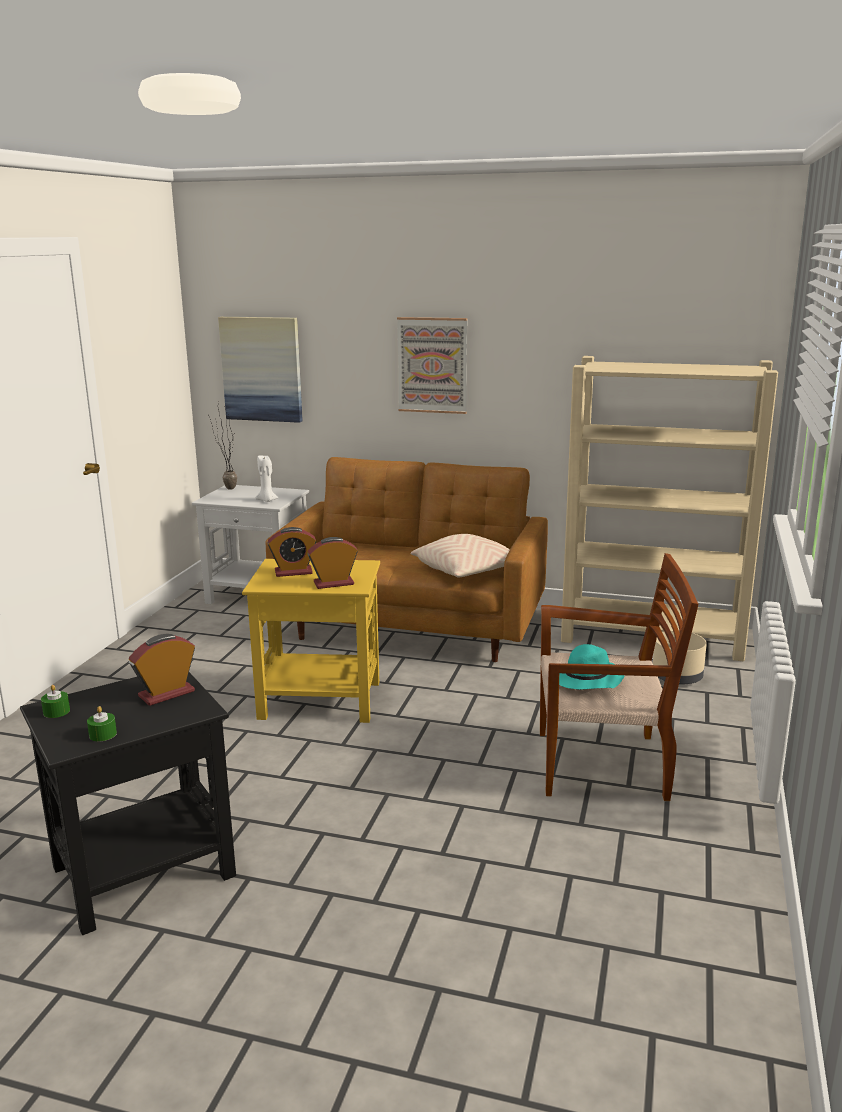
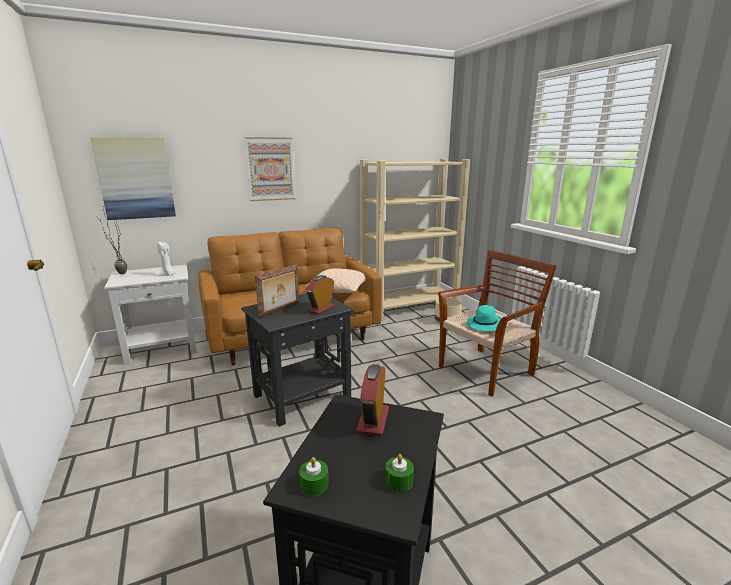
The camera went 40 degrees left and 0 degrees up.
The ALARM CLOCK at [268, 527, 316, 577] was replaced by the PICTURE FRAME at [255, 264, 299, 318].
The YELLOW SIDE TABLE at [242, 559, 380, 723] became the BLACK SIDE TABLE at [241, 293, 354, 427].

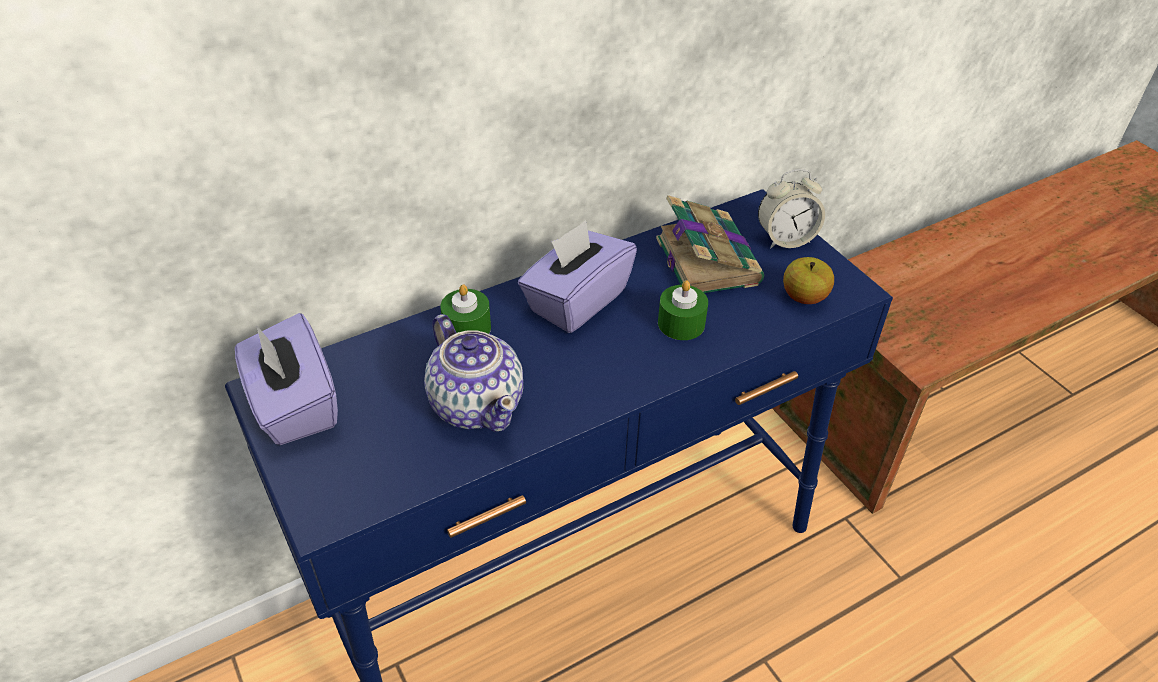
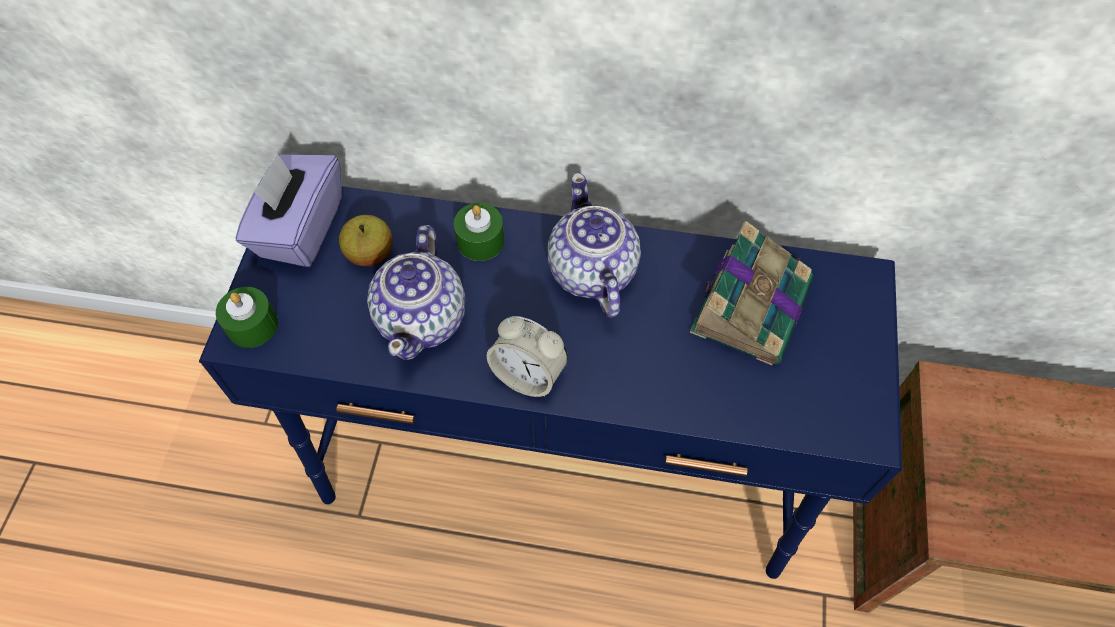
The camera went 40 degrees right and 15 degrees up.
The ALARM CLOCK moved from [758, 169, 825, 249] to [487, 316, 568, 397].
The PURPLE TISSUE BOX at [518, 220, 637, 333] was replaced by the TEAPOT at [547, 173, 641, 318].
The APPLE moved from [783, 257, 834, 304] to [339, 215, 393, 266].
The GREEN CANDLE moved from [658, 280, 708, 340] to [216, 287, 278, 348].

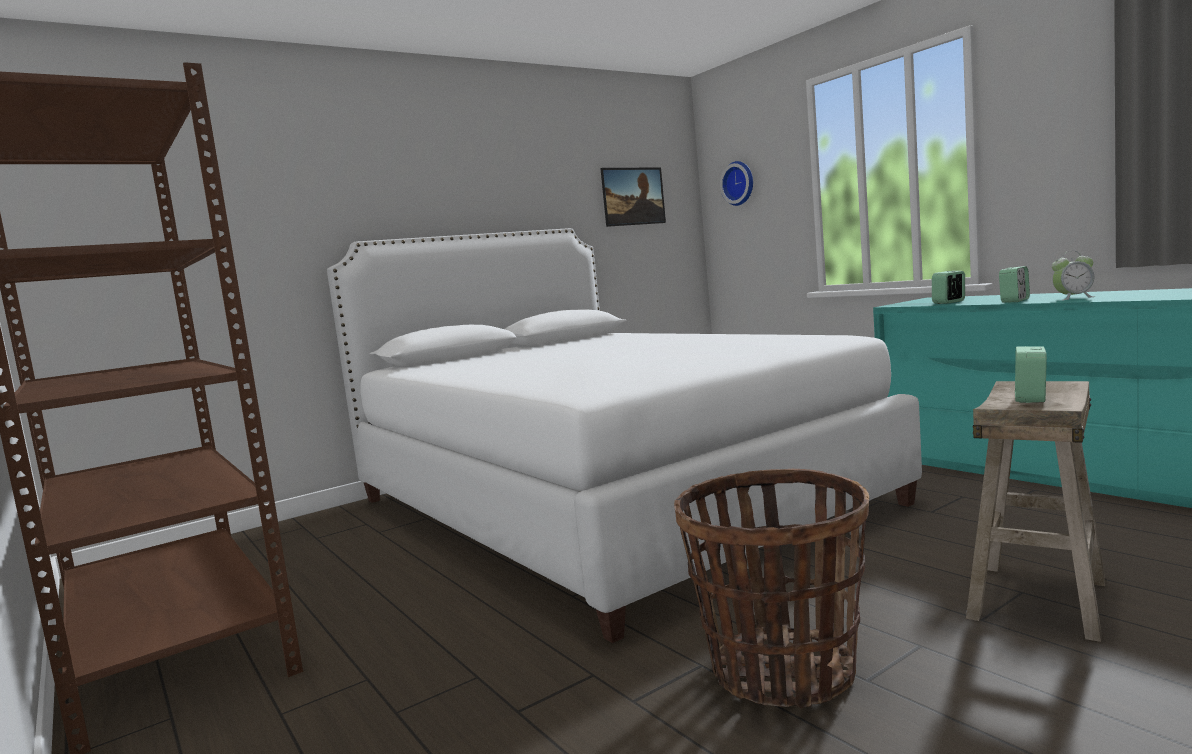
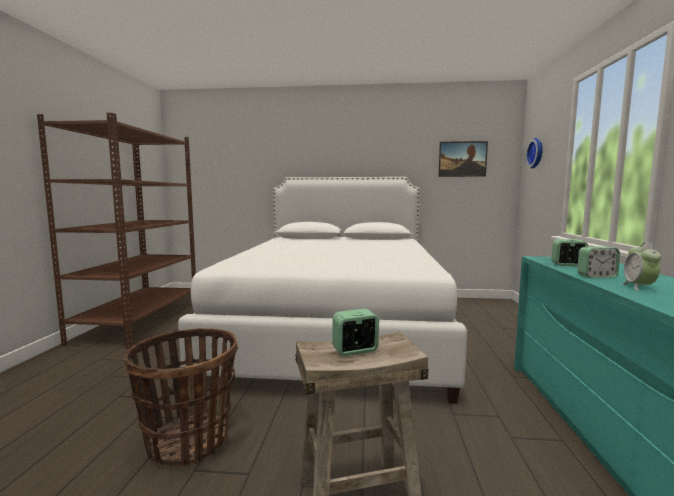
The camera went 40 degrees right and 0 degrees up.
The ALARM CLOCK at [1052, 251, 1095, 300] turned 60 degrees clockwise.

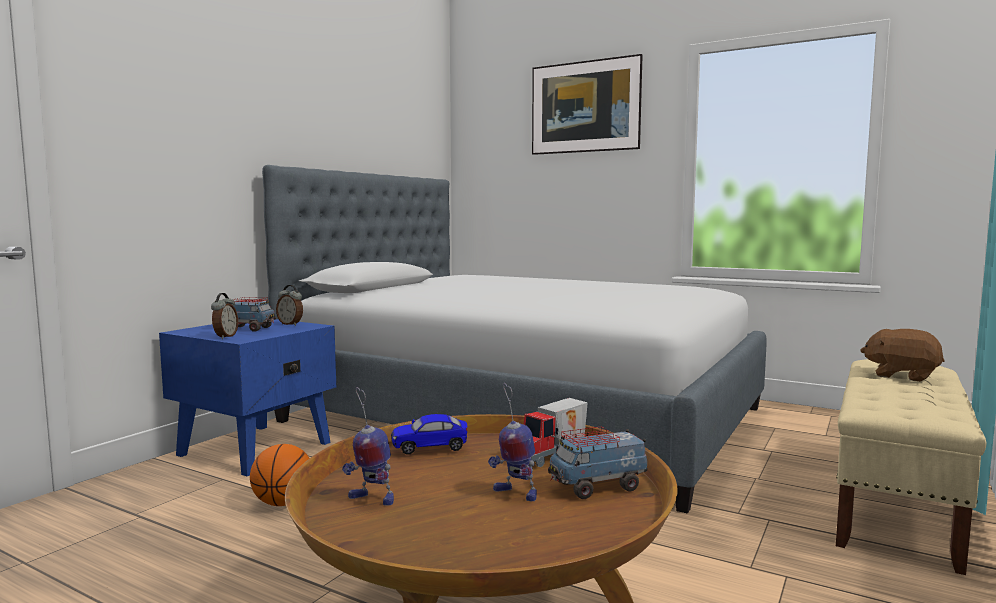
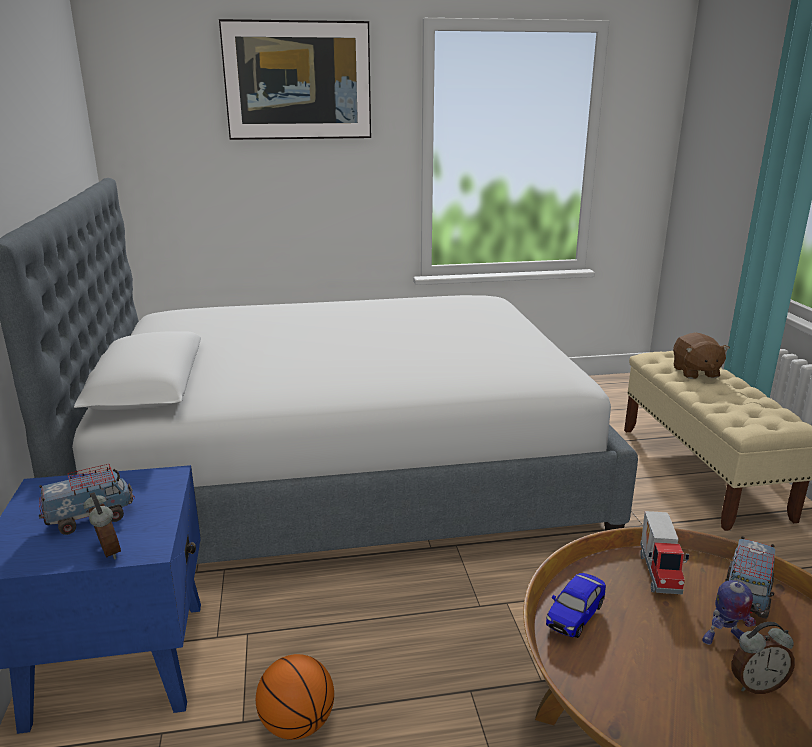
The camera went 40 degrees left and 15 degrees up.
The ALARM CLOCK moved from [276, 285, 303, 326] to [731, 622, 795, 694].
The BROWN PLUSH TOY at [860, 329, 944, 382] turned 90 degrees counterclockwise.
The TOY ROBOT at [342, 387, 394, 506] disappeared.

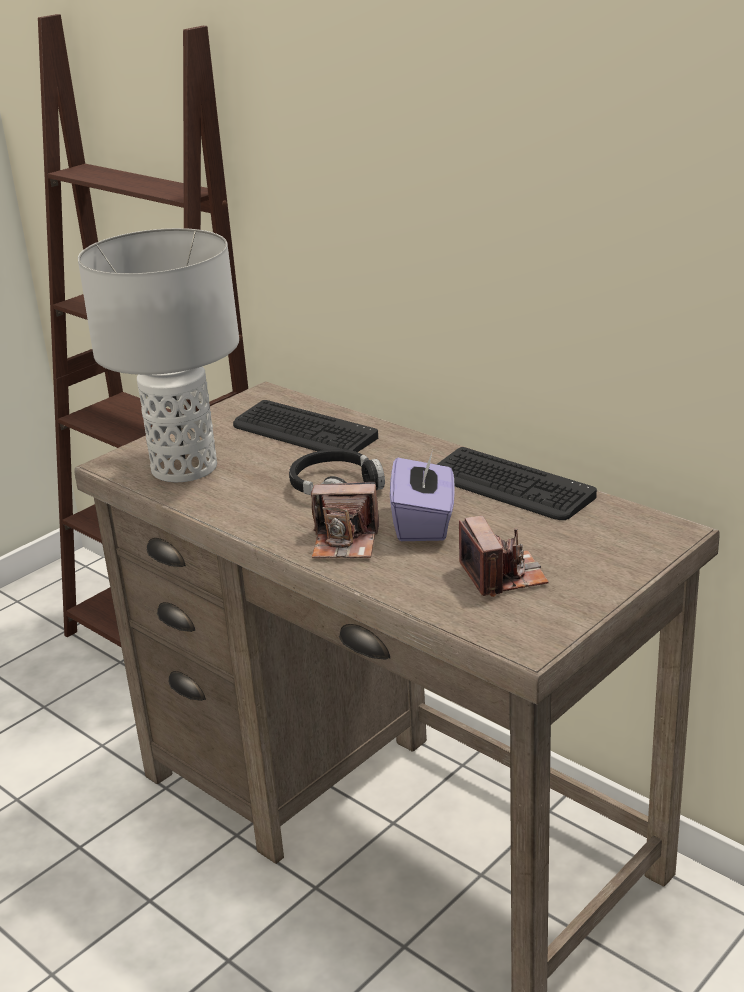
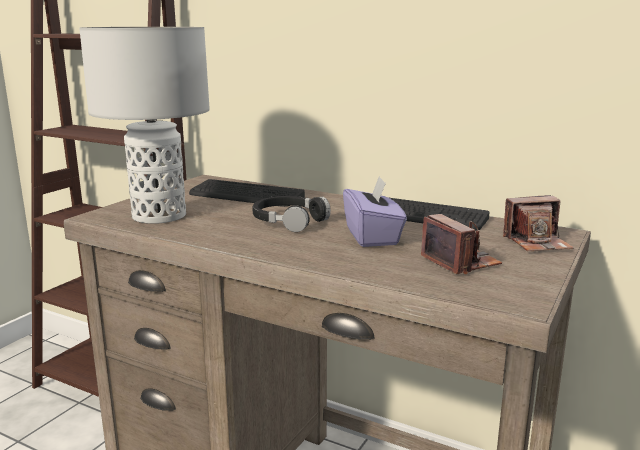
The camera went 15 degrees left and 10 degrees down.
The PHOTO CAMERA moved from [311, 482, 379, 558] to [503, 195, 574, 251].

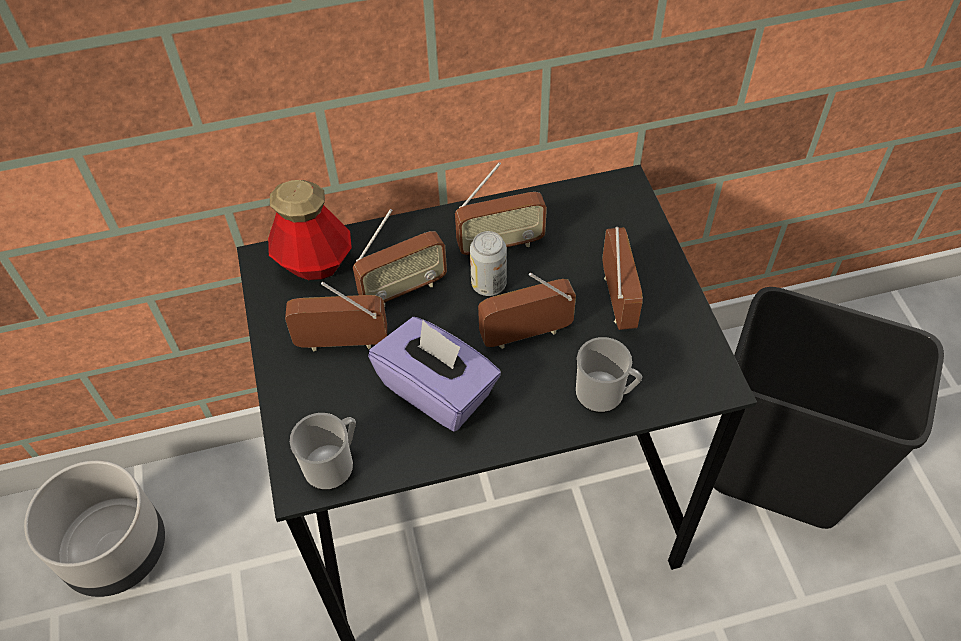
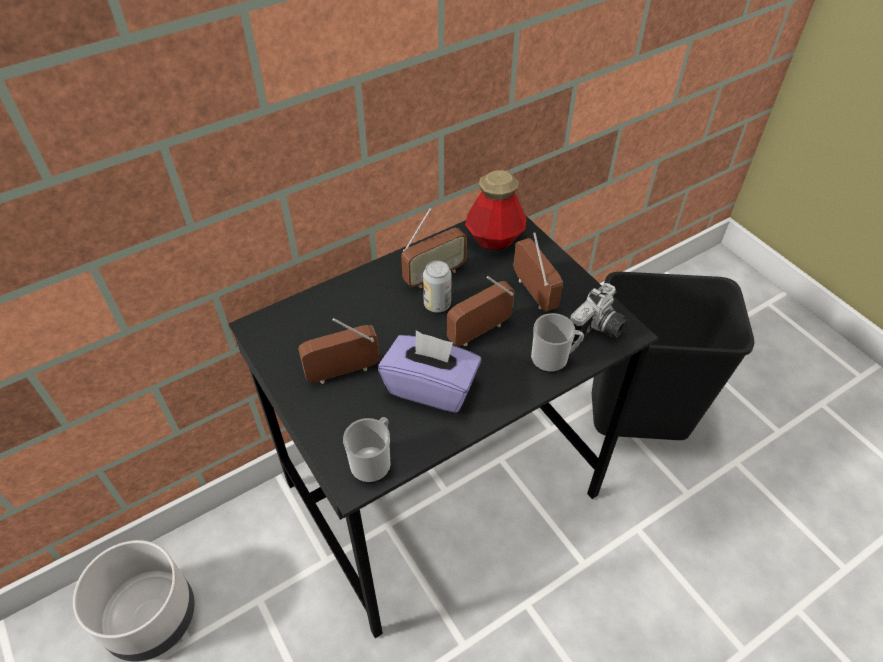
The camera went 20 degrees left and 5 degrees down.
The BOTTLE moved from [268, 180, 352, 280] to [465, 170, 527, 250].
The RADIO at [353, 209, 447, 307] disappeared.
The PHOTO CAMERA at [570, 283, 628, 343] appeared.

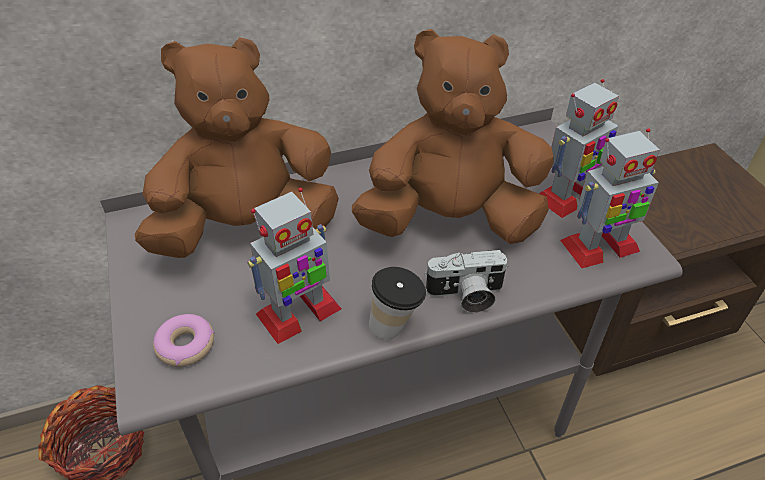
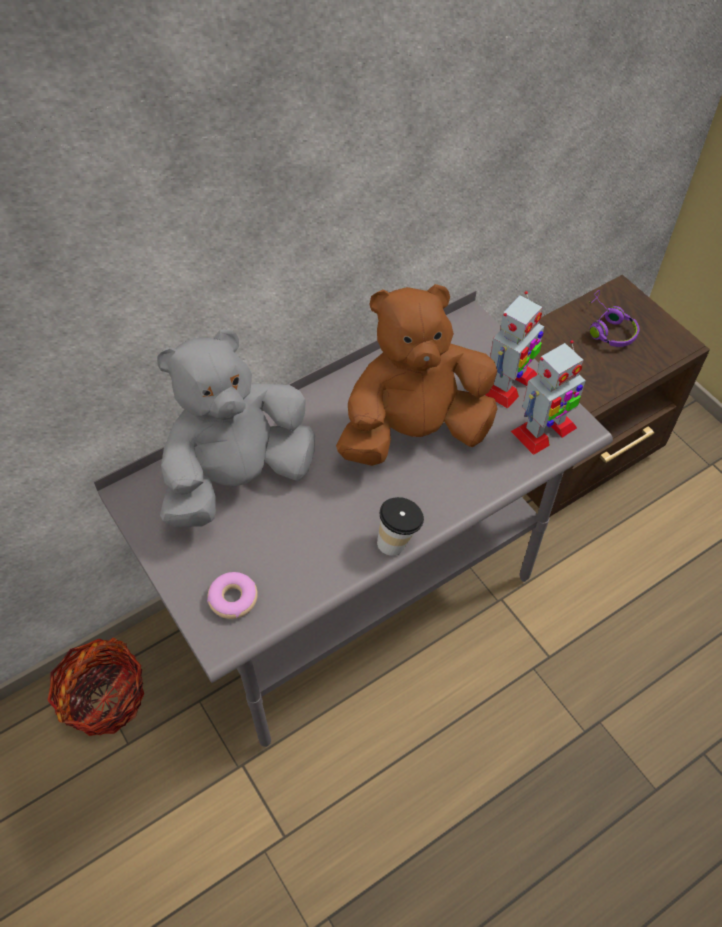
The camera went 15 degrees left and 10 degrees up.
The BROWN PLUSH TOY at [135, 37, 339, 258] became the GREY PLUSH TOY at [157, 329, 315, 527].
The TOY ROBOT at [248, 188, 342, 344] disappeared.
The PHOTO CAMERA at [424, 250, 508, 313] disappeared.
The PURPLE HEADPHONES at [589, 290, 639, 347] appeared.

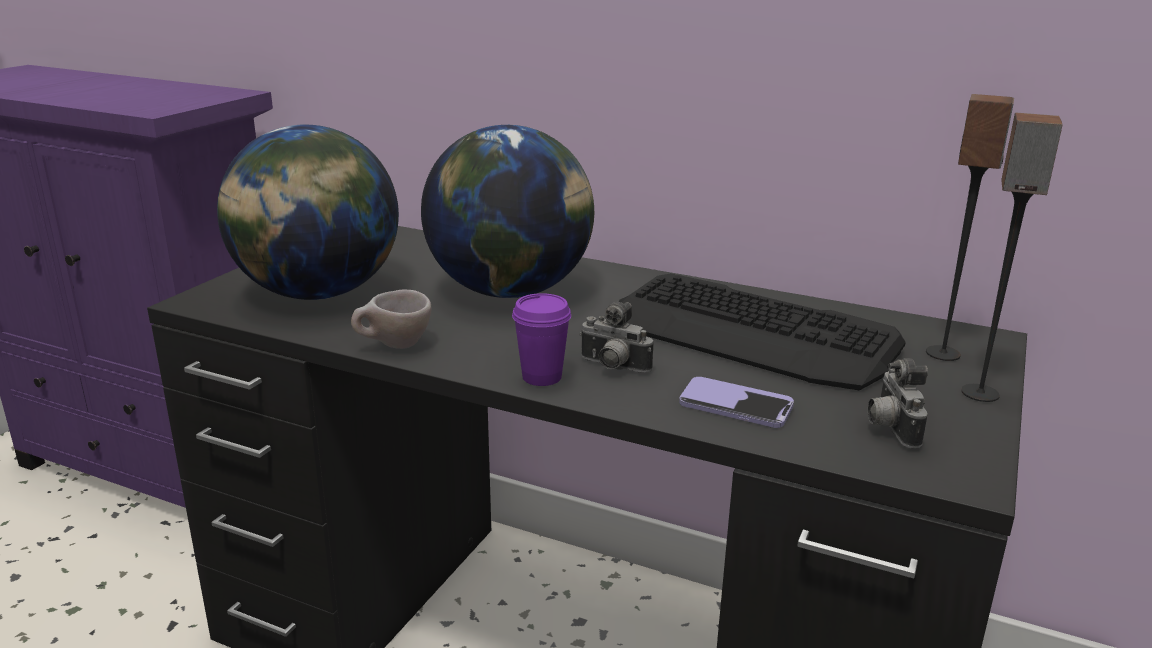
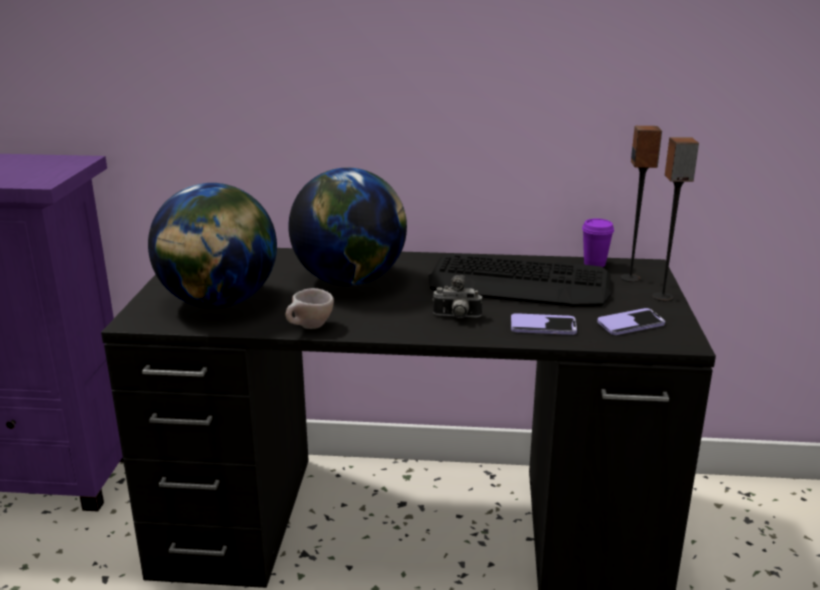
The camera went 20 degrees left and 0 degrees up.
The PURPLE CUP moved from [512, 293, 571, 386] to [582, 218, 614, 267].
The PHOTO CAMERA at [868, 358, 928, 449] was replaced by the PHONE at [597, 308, 665, 335].

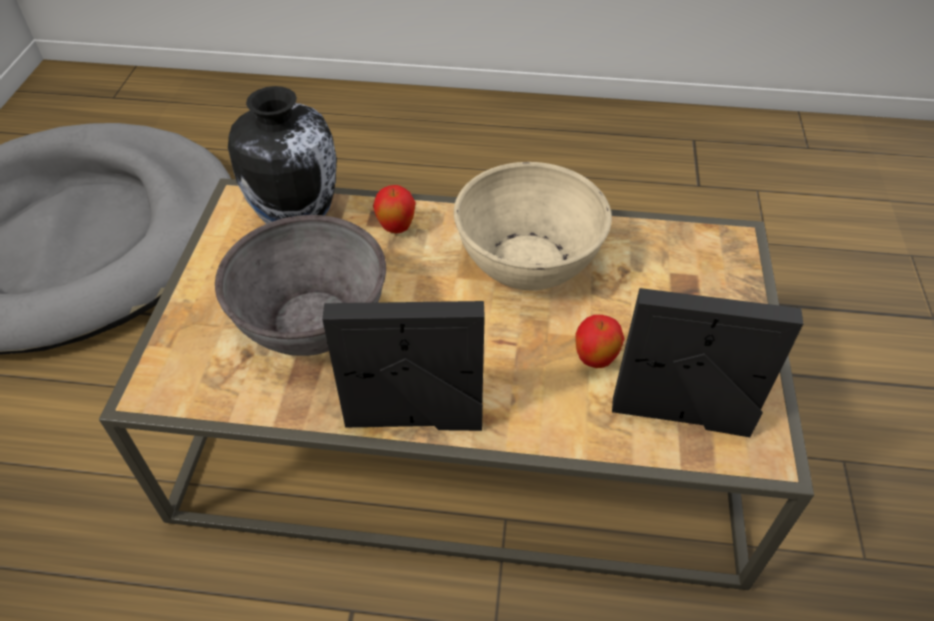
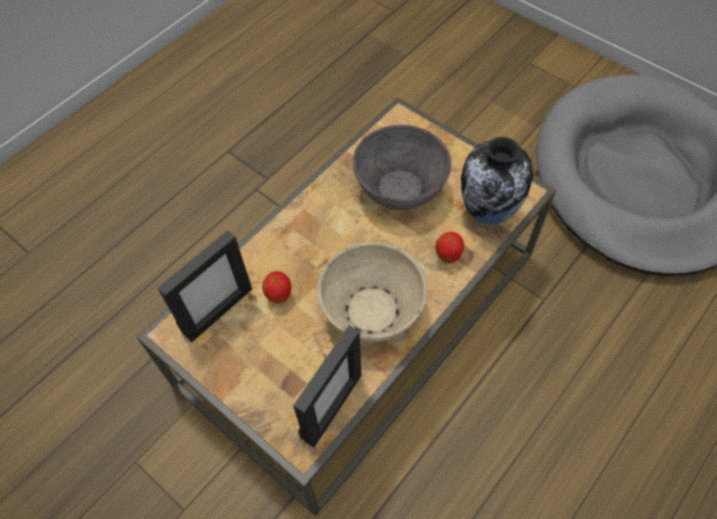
The camera went 125 degrees right and 10 degrees up.
The PICTURE FRAME moved from [322, 301, 485, 431] to [293, 326, 362, 448].

